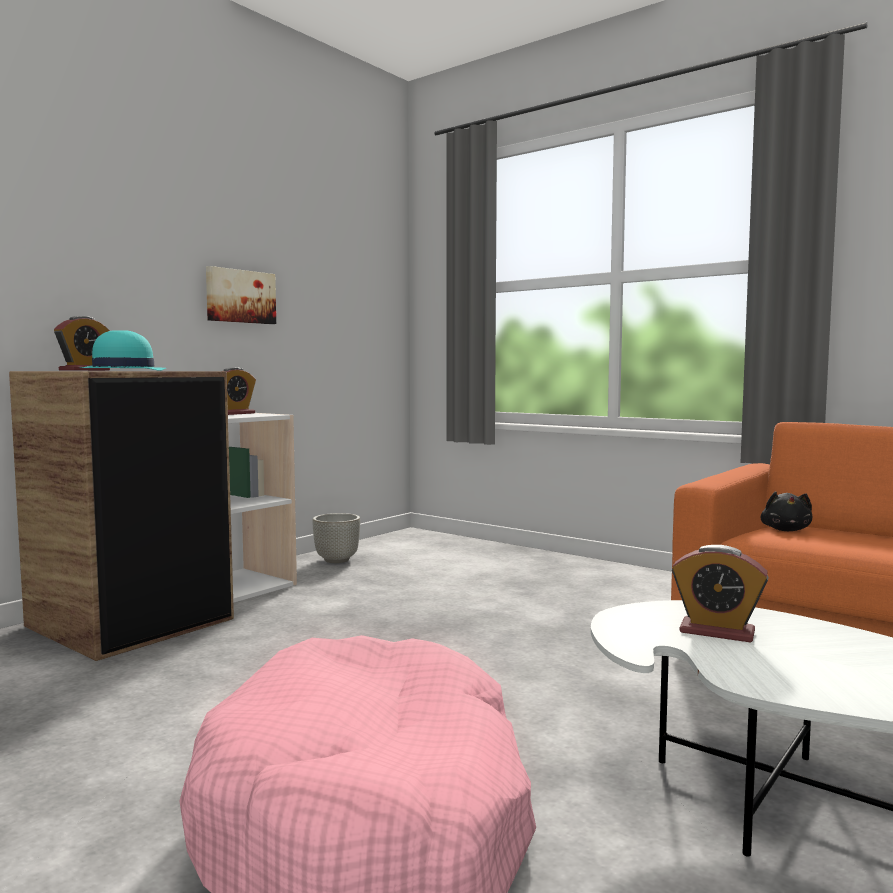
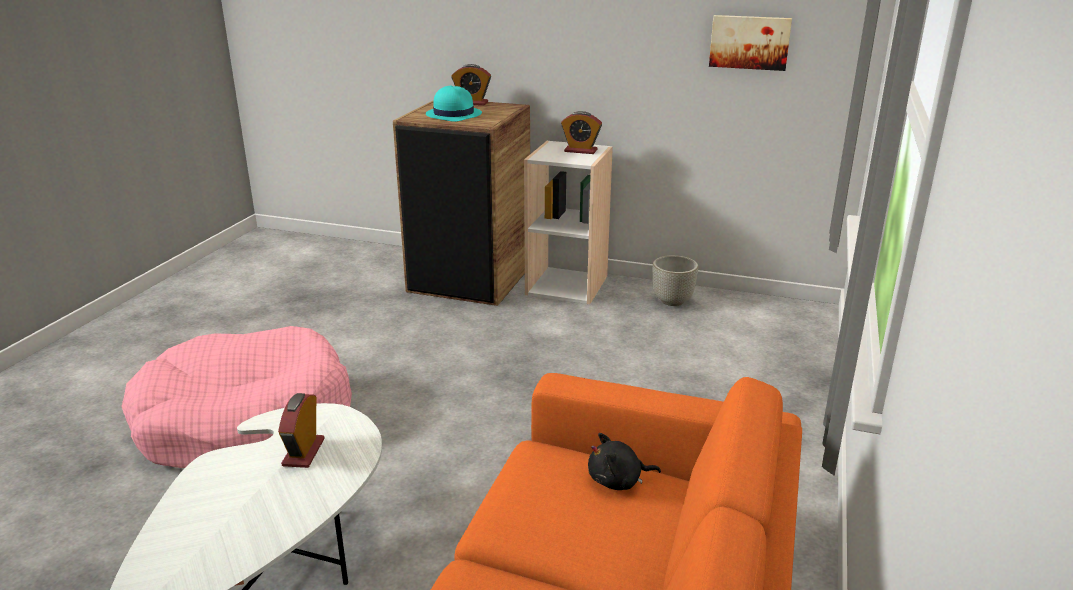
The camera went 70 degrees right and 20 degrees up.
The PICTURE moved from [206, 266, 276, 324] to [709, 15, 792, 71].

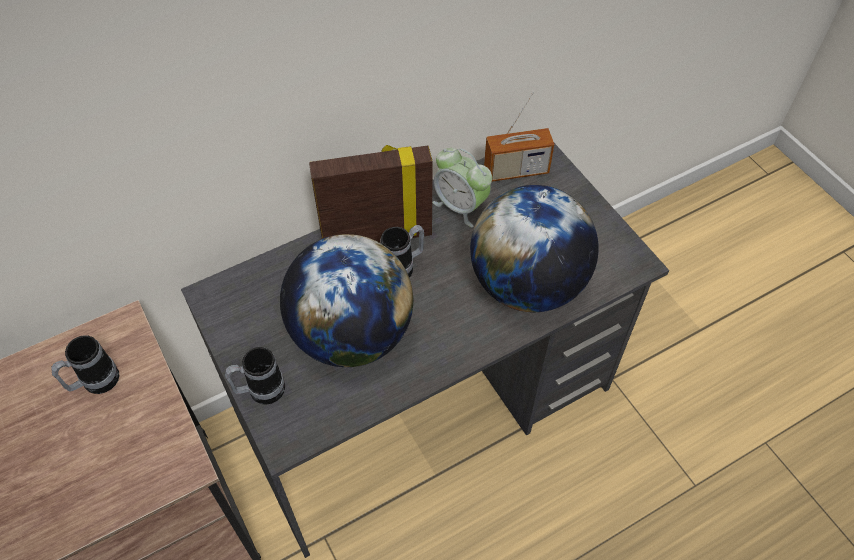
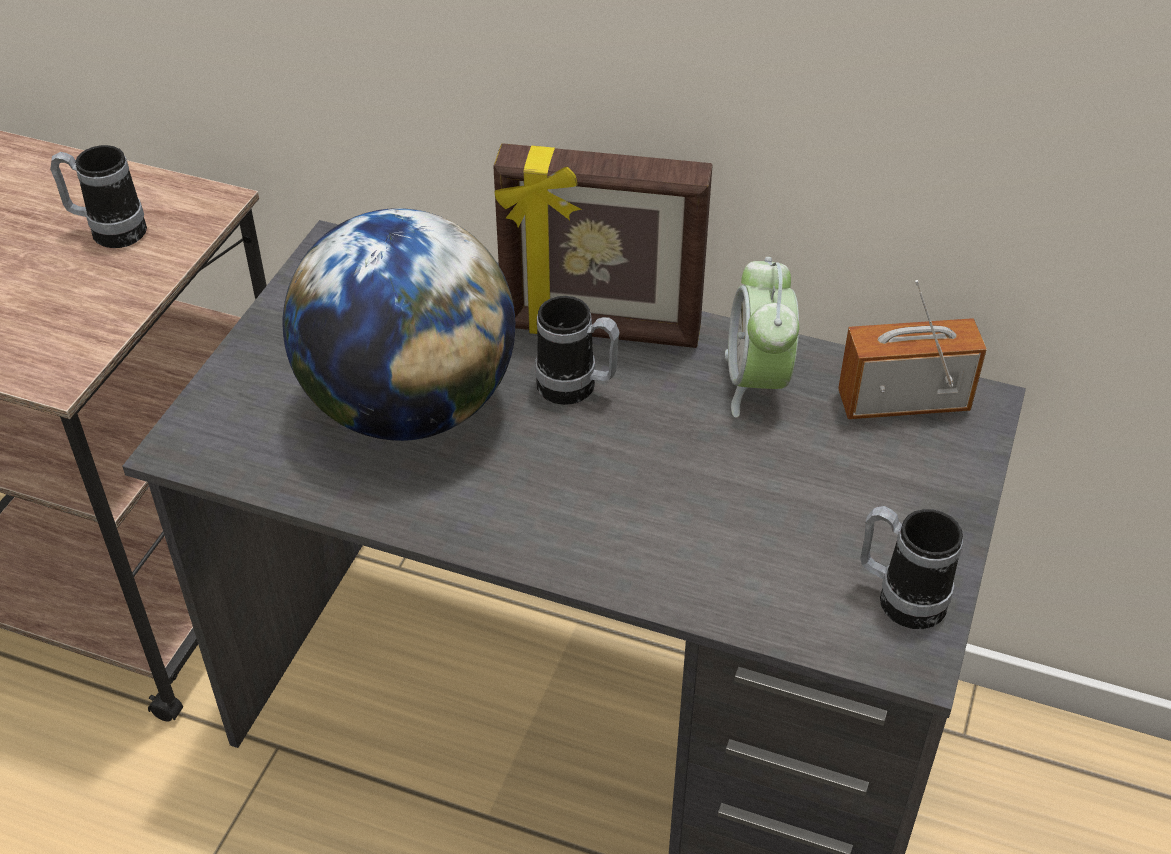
The camera went 50 degrees right and 10 degrees down.
The RADIO at [484, 92, 554, 182] turned 135 degrees clockwise.
The PICTURE FRAME at [309, 145, 433, 243] turned 150 degrees clockwise.
The GLOBE at [470, 185, 599, 312] disappeared.
The MUG moved from [225, 347, 285, 405] to [860, 506, 963, 629].

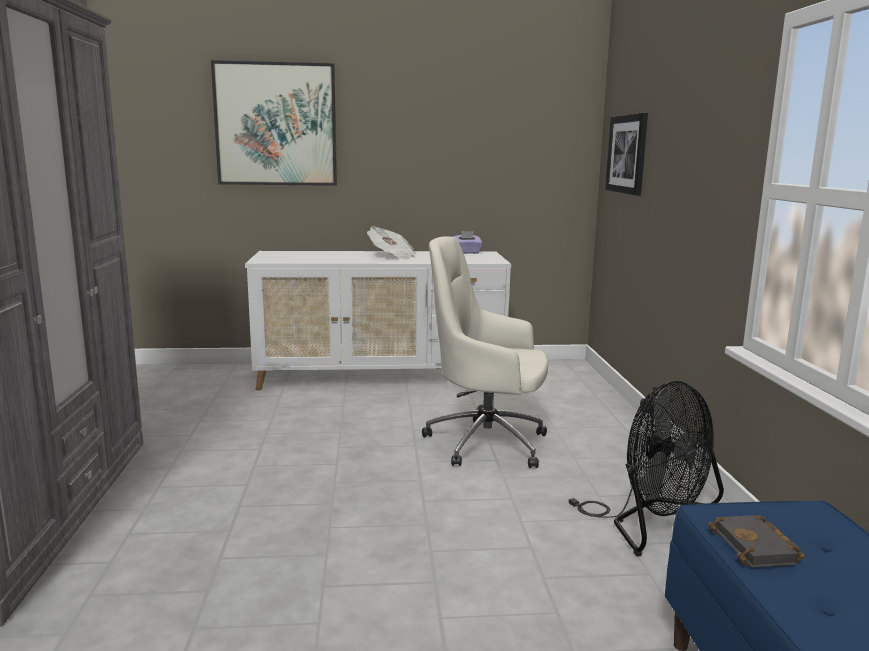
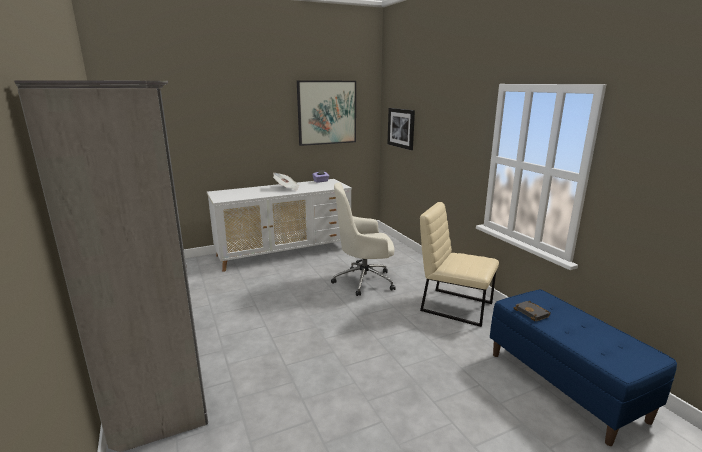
The camera went 20 degrees left and 5 degrees up.
The PICTURE moved from [211, 60, 337, 186] to [297, 81, 356, 146].
The BLACK FAN at [569, 381, 724, 557] was replaced by the BEIGE CHAIR at [420, 202, 499, 327].

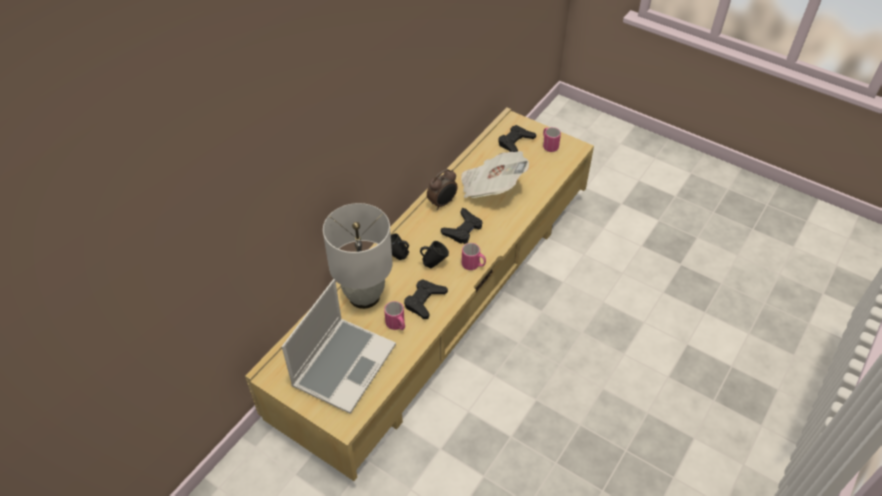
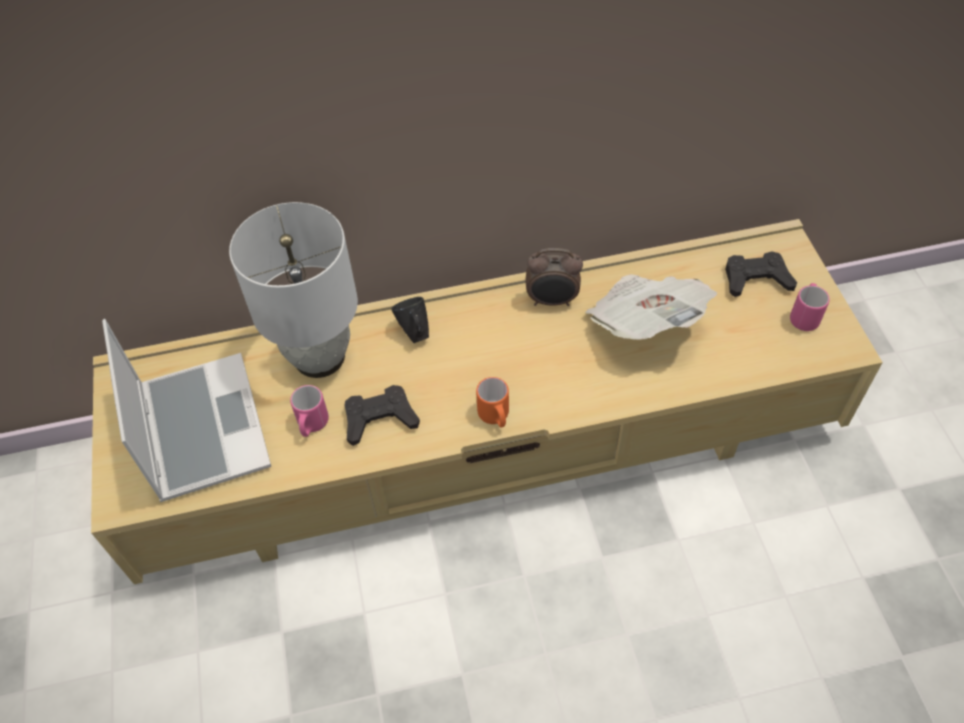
The camera went 45 degrees right and 5 degrees up.
The BLACK GAME CONTROLLER at [441, 208, 483, 244] disappeared.
The BLACK MUG at [420, 241, 449, 268] disappeared.
The PINK MUG at [462, 243, 486, 270] became the ORANGE MUG at [476, 377, 509, 428].
The LAPTOP at [282, 279, 396, 414] turned 90 degrees counterclockwise.

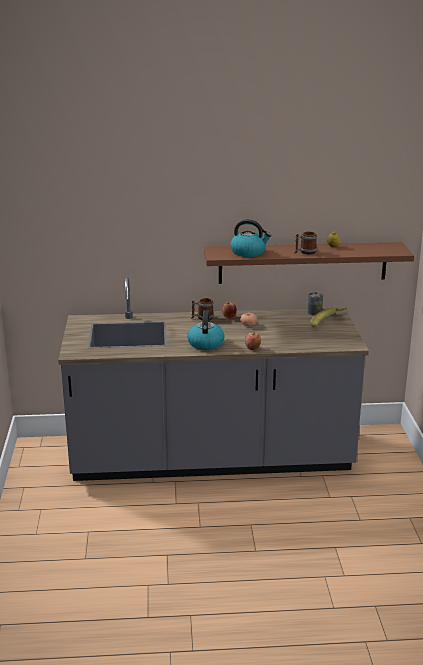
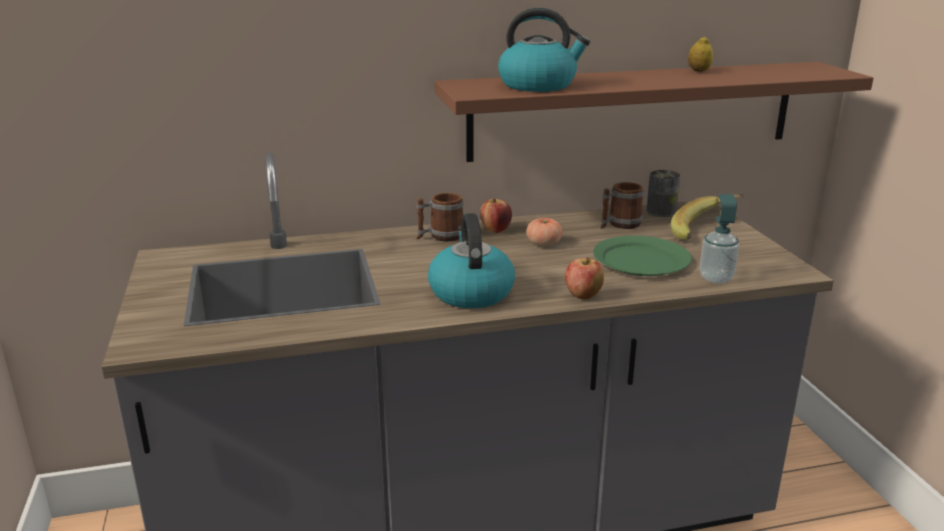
The camera went 10 degrees left and 0 degrees up.
The MUG moved from [294, 231, 317, 254] to [600, 182, 644, 229].
The SOAP DISPENSER at [700, 194, 739, 284] appeared.
The GREEN PLATE at [593, 236, 692, 276] appeared.

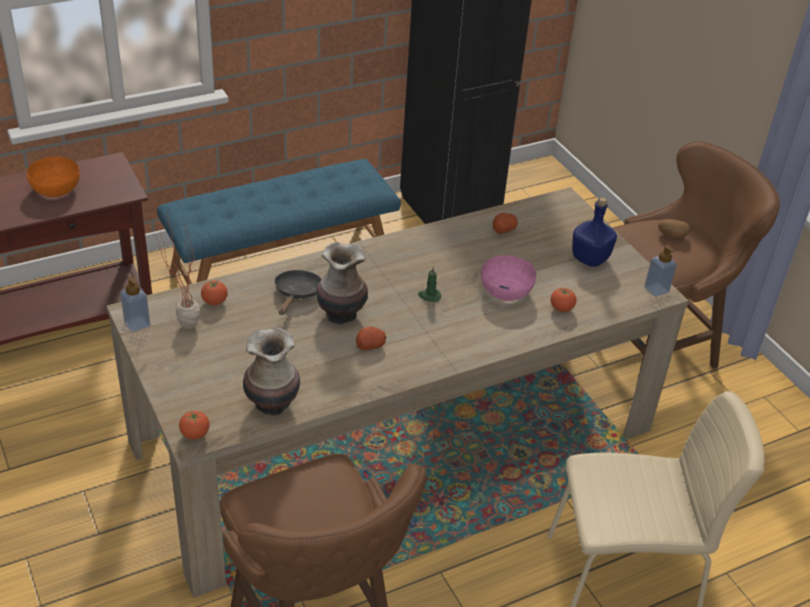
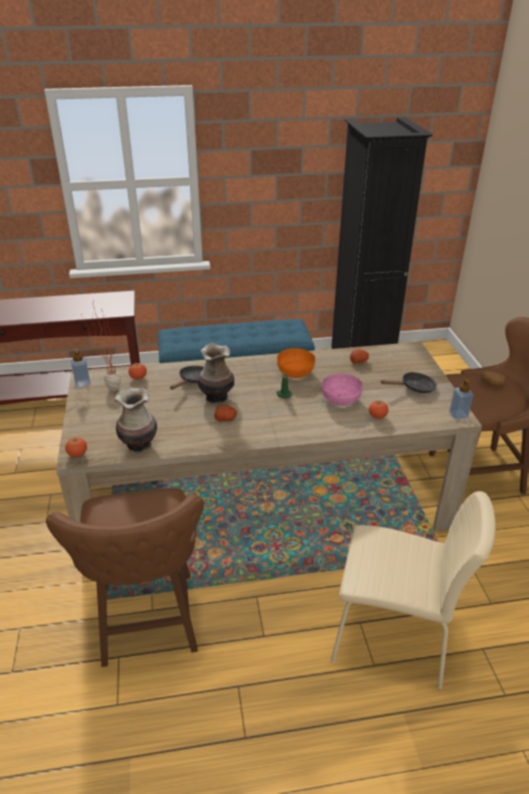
The camera went 20 degrees right and 5 degrees down.
The ORANGE BOWL moved from [27, 157, 80, 197] to [277, 348, 315, 378].
The BLUE BOTTLE at [572, 197, 617, 267] was replaced by the BLACK FRYING PAN at [381, 372, 437, 393].

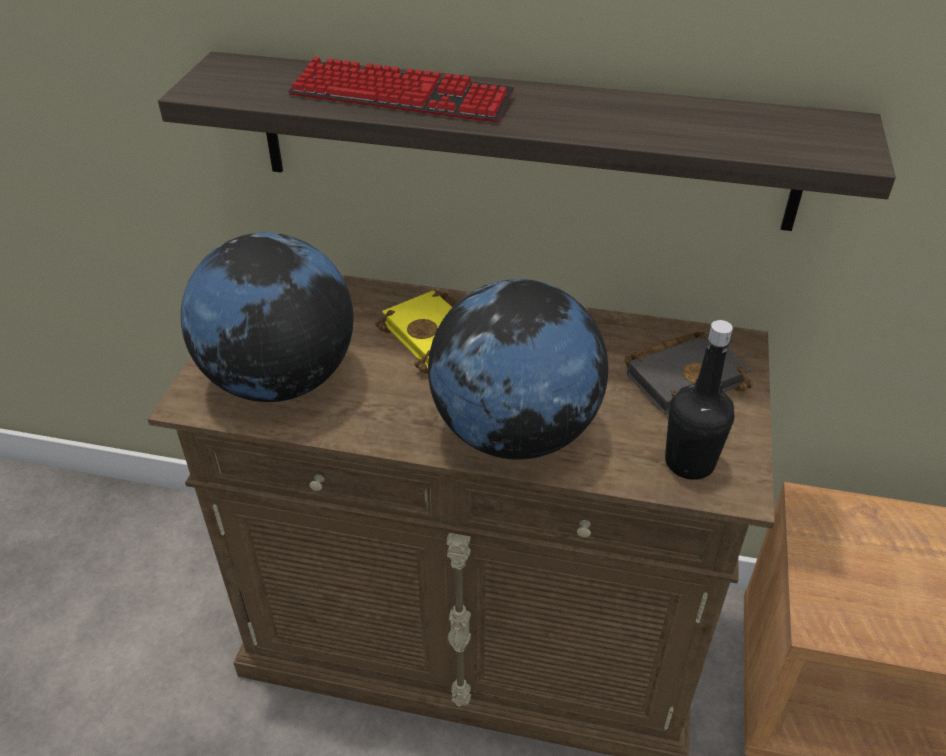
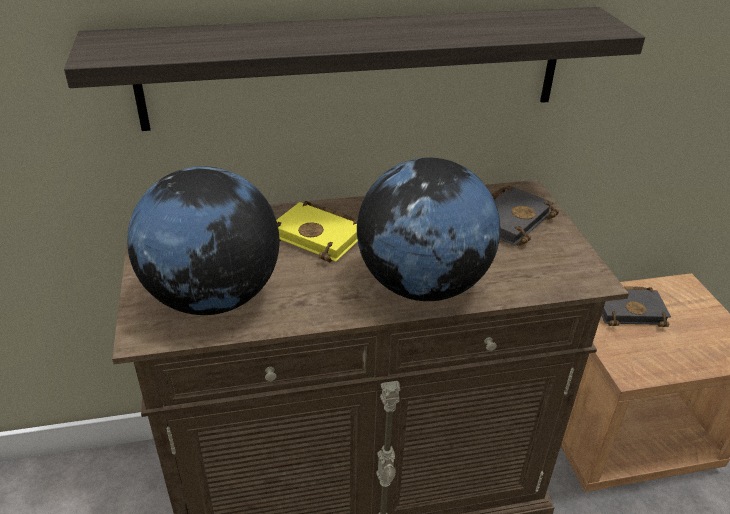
The camera went 25 degrees left and 5 degrees down.
The KEYBOARD at [288, 57, 515, 123] disappeared.
The BLACK BOTTLE at [665, 320, 734, 480] disappeared.
The BLACK BOOK at [601, 286, 671, 327] appeared.

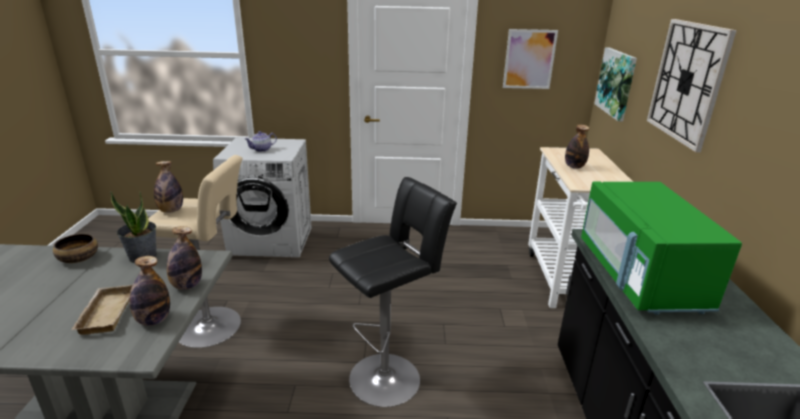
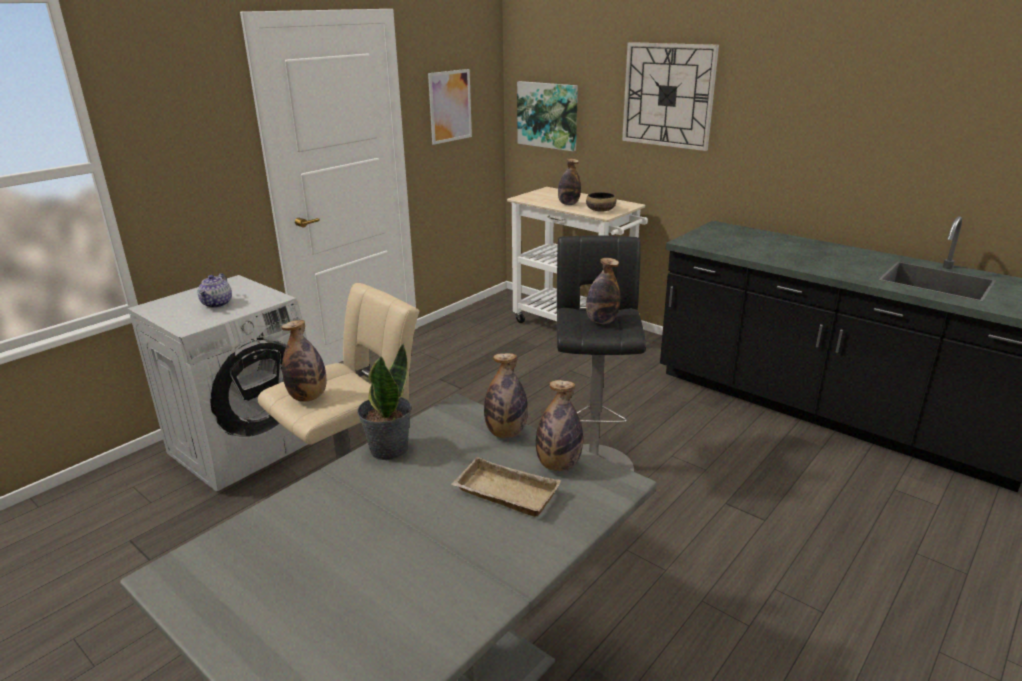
The camera went 50 degrees left and 0 degrees up.
The GREEN MICROWAVE at [581, 182, 742, 315] disappeared.
The BOWL moved from [53, 234, 98, 263] to [586, 192, 616, 212].
The BOTTLE at [586, 258, 620, 324] appeared.

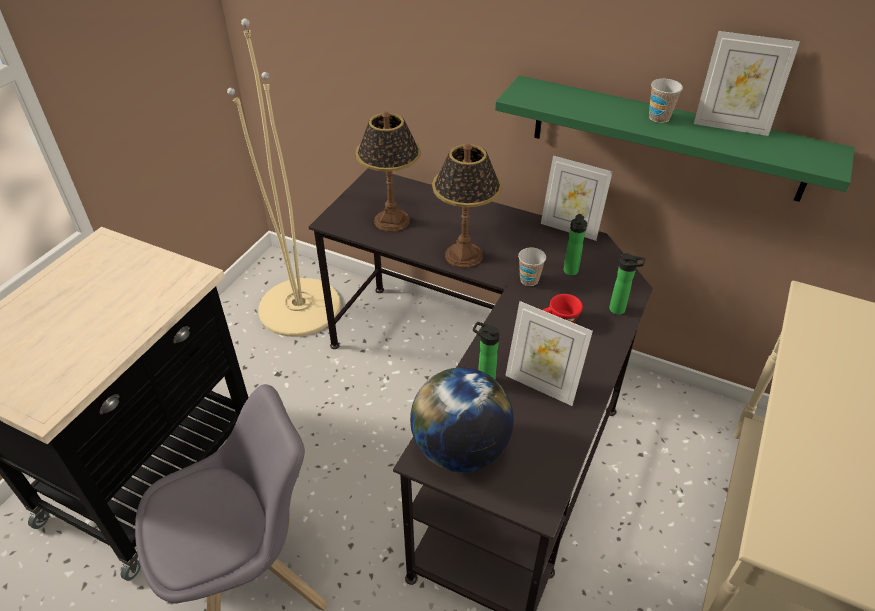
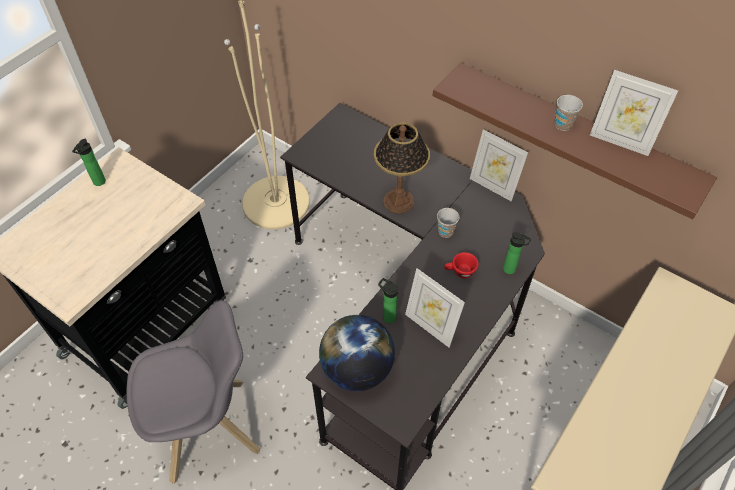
The camera went 10 degrees right and 10 degrees up.
The GREEN SHELF at [495, 75, 855, 202] became the BROWN SHELF at [432, 62, 717, 219].
The TABLE LAMP at [355, 112, 421, 232] disappeared.
The BOTTLE moved from [563, 214, 587, 275] to [72, 138, 106, 186].

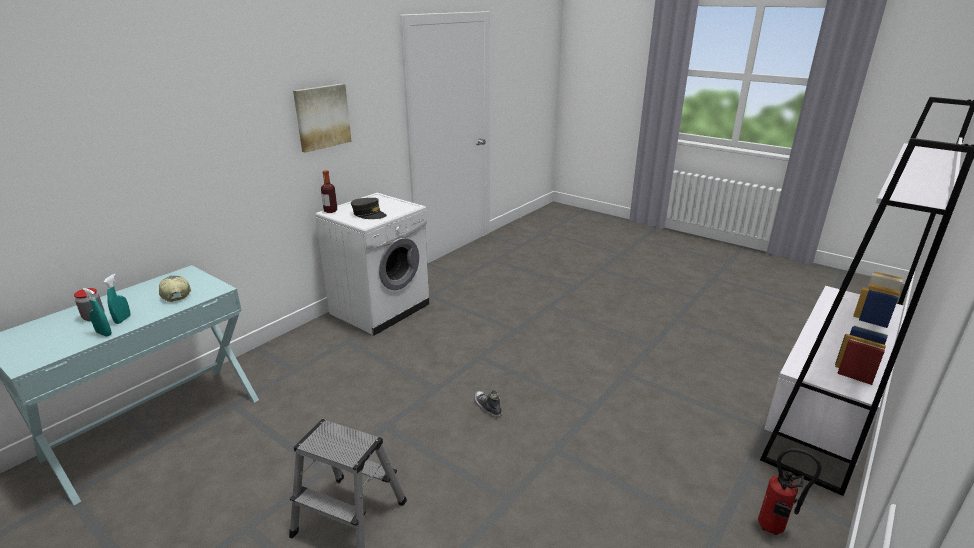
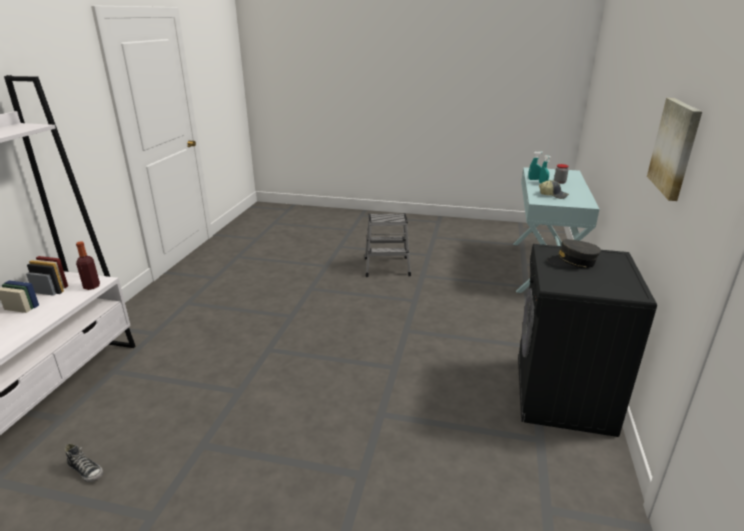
The camera went 155 degrees right and 0 degrees up.
The BOTTLE moved from [321, 170, 337, 213] to [76, 241, 100, 290].
The WHITE WASHING MACHINE at [315, 193, 429, 335] became the BLACK WASHING MACHINE at [518, 244, 657, 437].
The SHOE moved from [475, 390, 502, 418] to [64, 444, 103, 482].
The FIRE EXTINGUISHER at [758, 448, 822, 535] disappeared.

